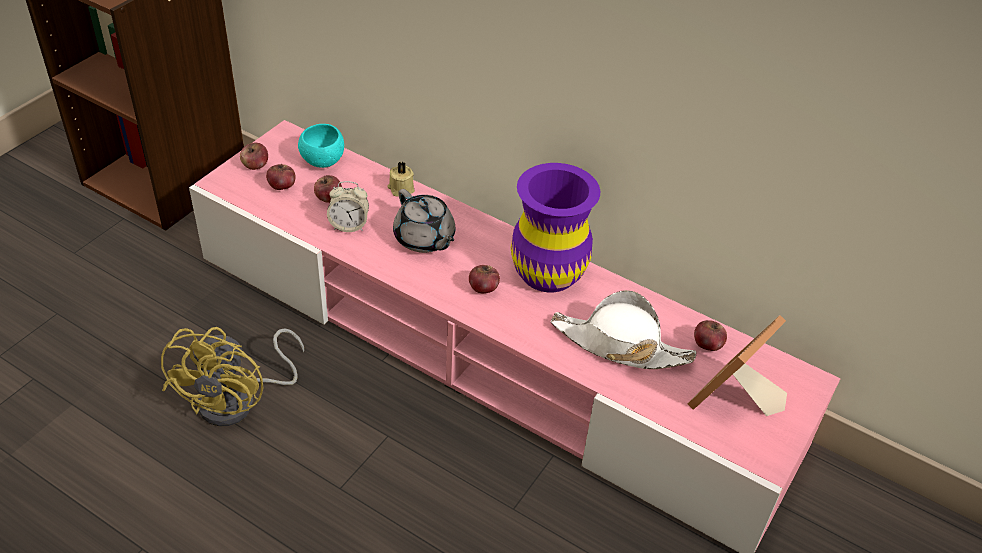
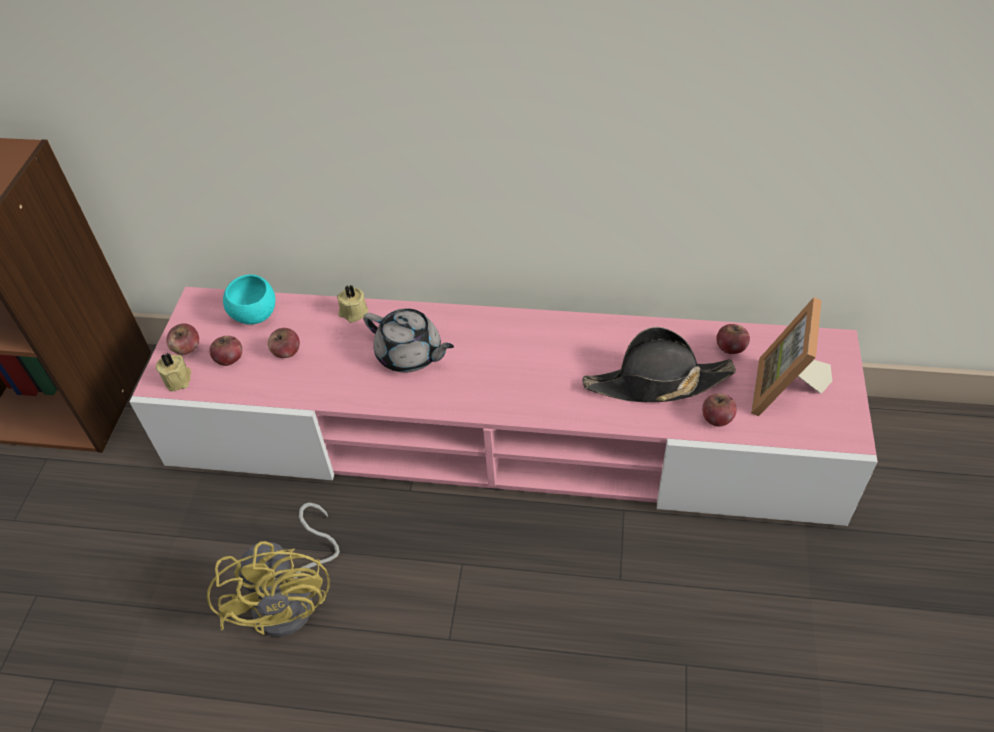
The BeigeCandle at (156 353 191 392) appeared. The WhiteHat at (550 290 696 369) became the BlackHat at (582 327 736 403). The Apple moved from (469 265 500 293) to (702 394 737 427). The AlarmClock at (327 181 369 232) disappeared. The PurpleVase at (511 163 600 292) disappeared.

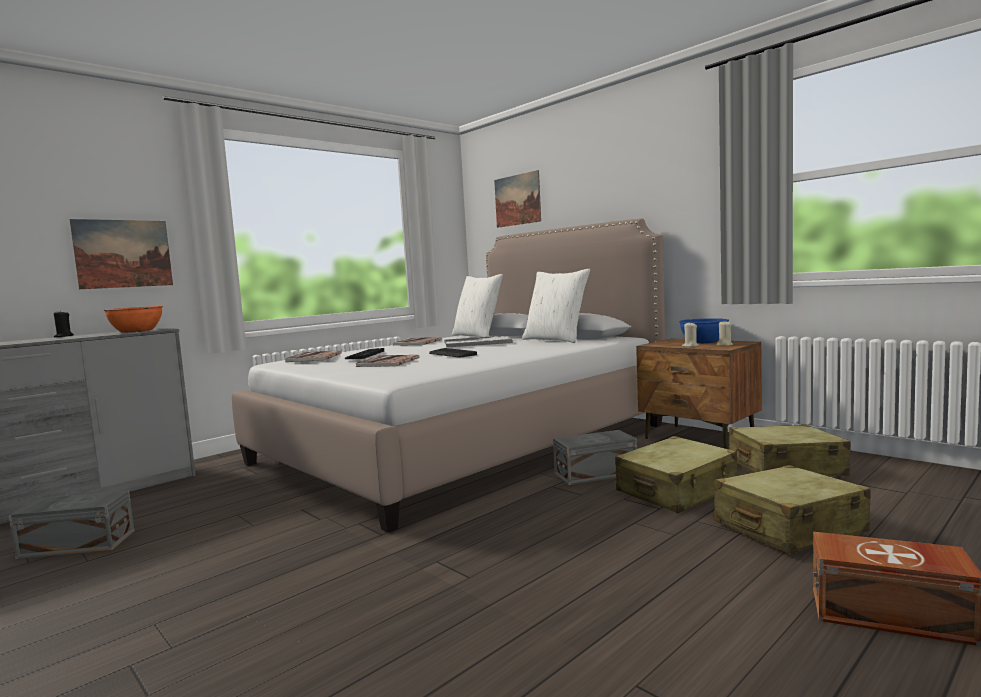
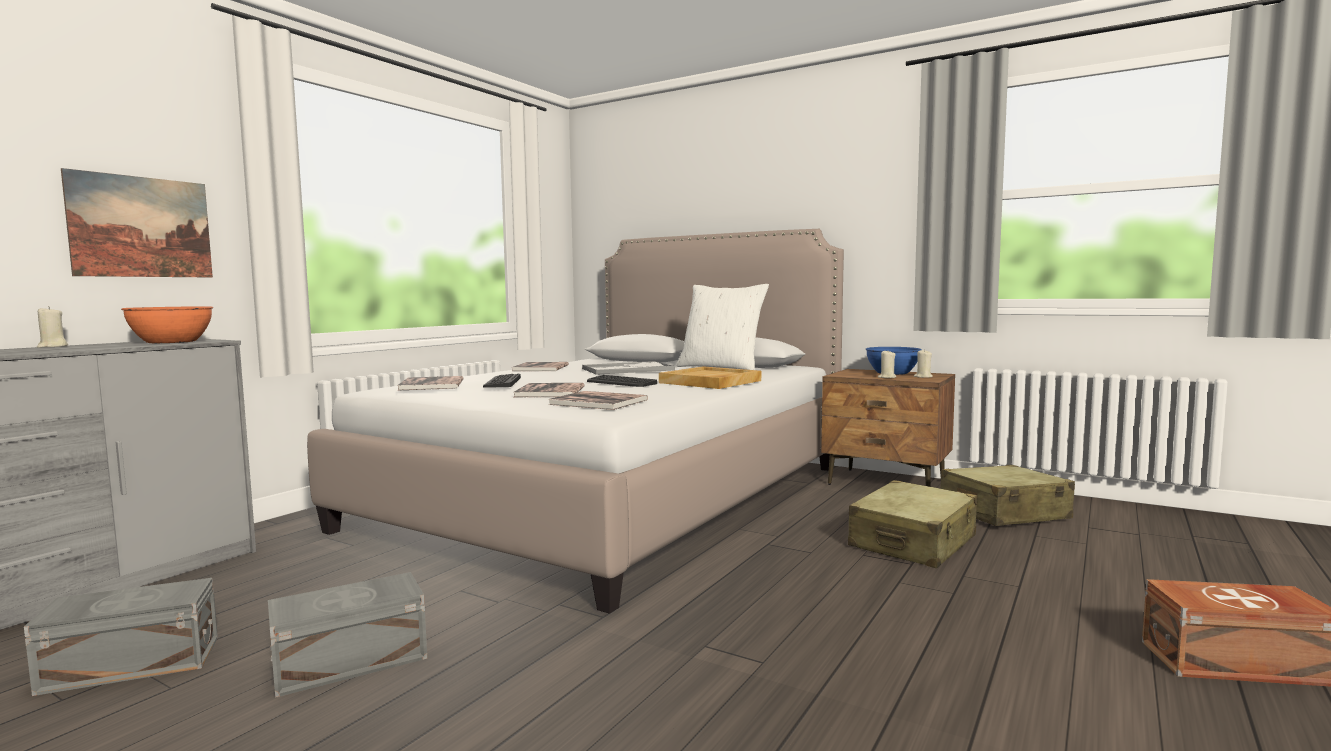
The BlackCandle at (54 310 74 337) became the BeigeCandle at (37 306 68 348). The GreyStorageBox moved from (553 430 637 485) to (268 572 427 698). The Book at (548 391 648 410) appeared. The BeigeTray at (659 366 761 389) appeared. The WhitePillow at (452 274 503 337) disappeared. The Picture at (494 170 541 228) disappeared. The BeigeSuitcase at (714 465 871 554) disappeared.

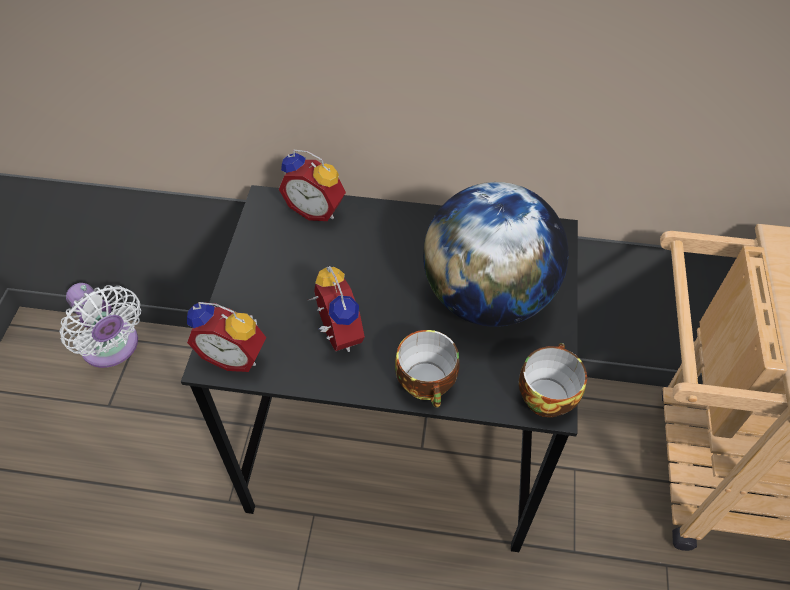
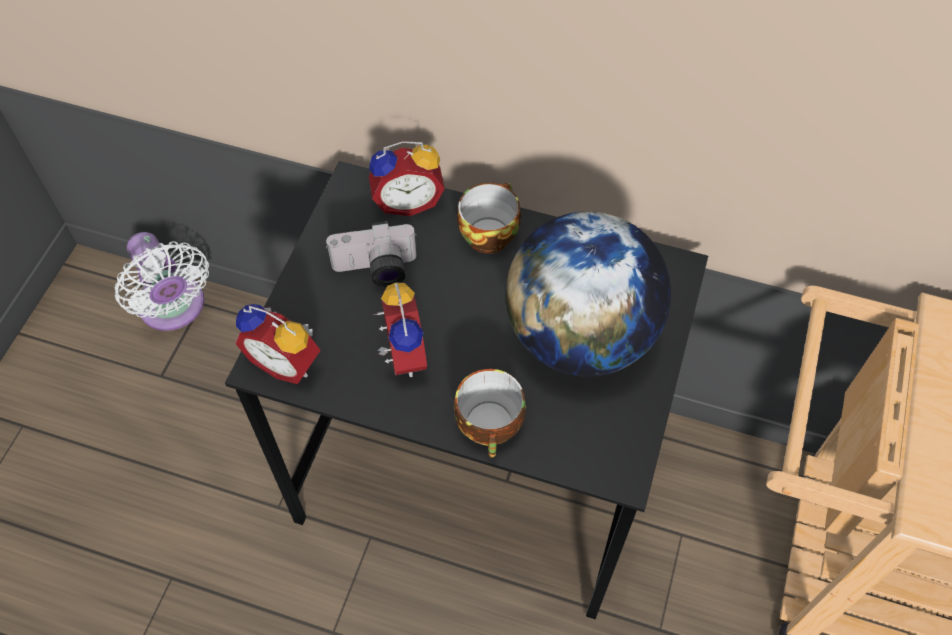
The PhotoCamera at (326 221 417 287) appeared. The AlarmClock at (279 150 346 221) turned 45 degrees counterclockwise. The Cup moved from (519 343 587 417) to (457 182 521 254).

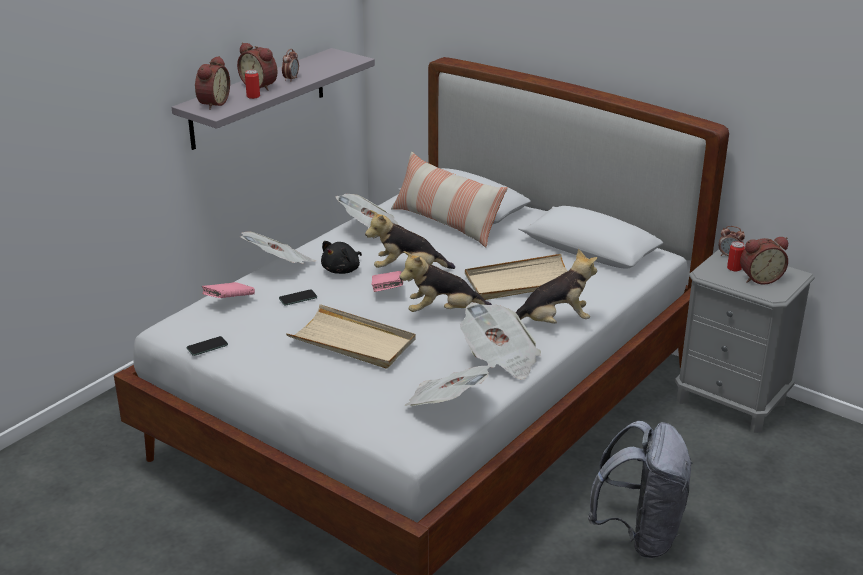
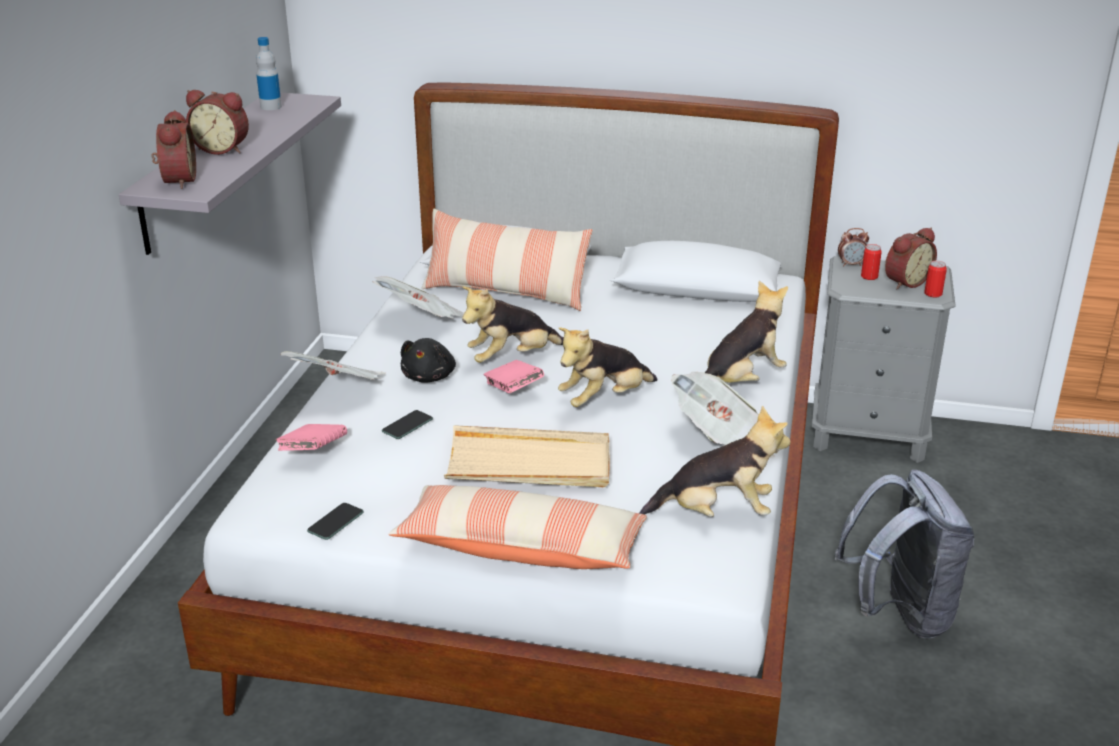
The Bottle at (256 37 282 110) appeared. The Pillow at (388 485 647 569) appeared. The Newspaper at (404 365 491 406) was replaced by the PlushToy at (639 406 790 517). The Can moved from (245 70 260 99) to (924 261 947 298). The AlarmClock at (282 49 299 82) disappeared. The BeigeTray at (465 254 567 300) disappeared.

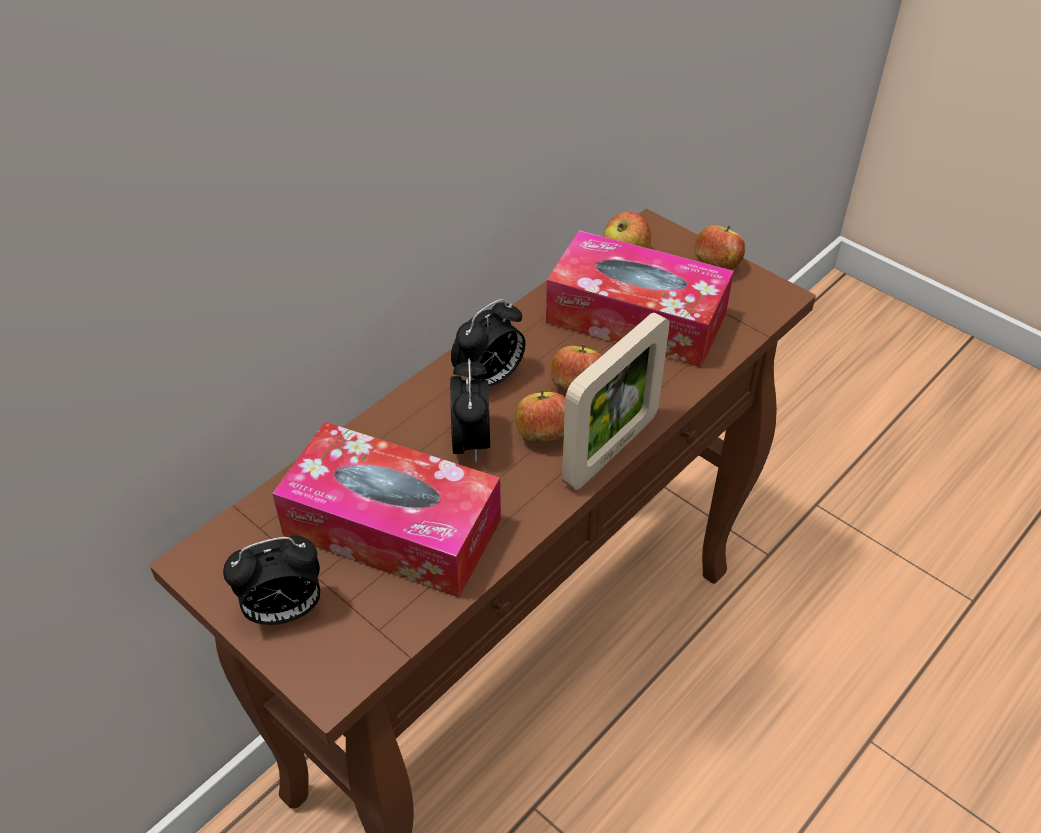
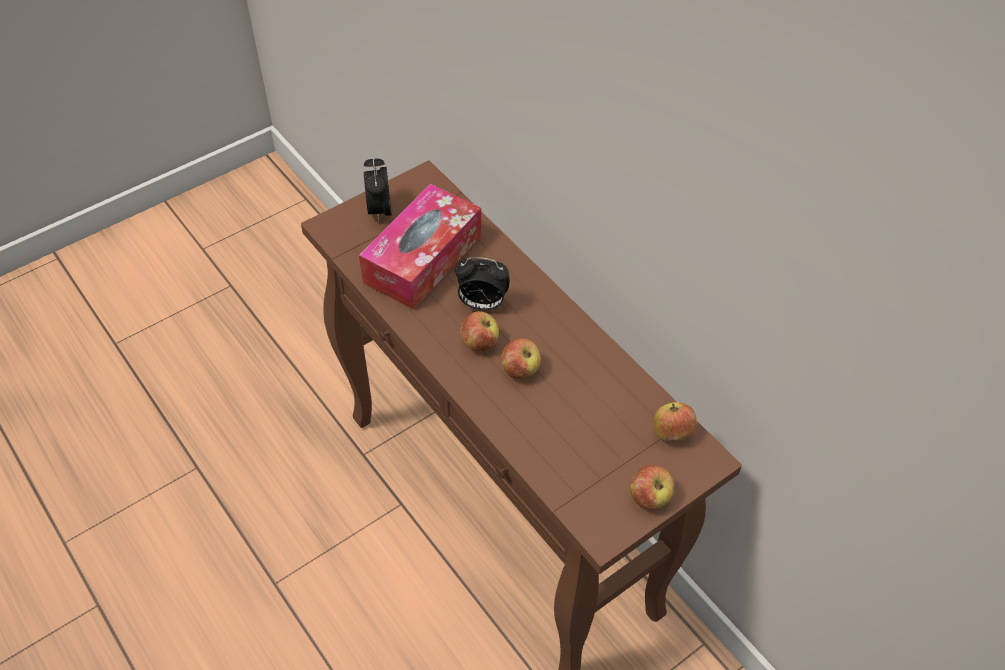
The AlarmClock at (451 299 525 386) disappeared. The TissueBox at (546 230 734 368) disappeared. The PictureFrame at (562 312 669 490) disappeared.

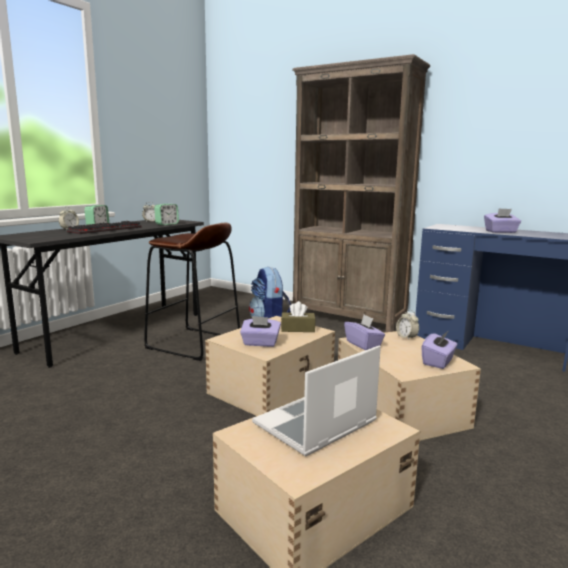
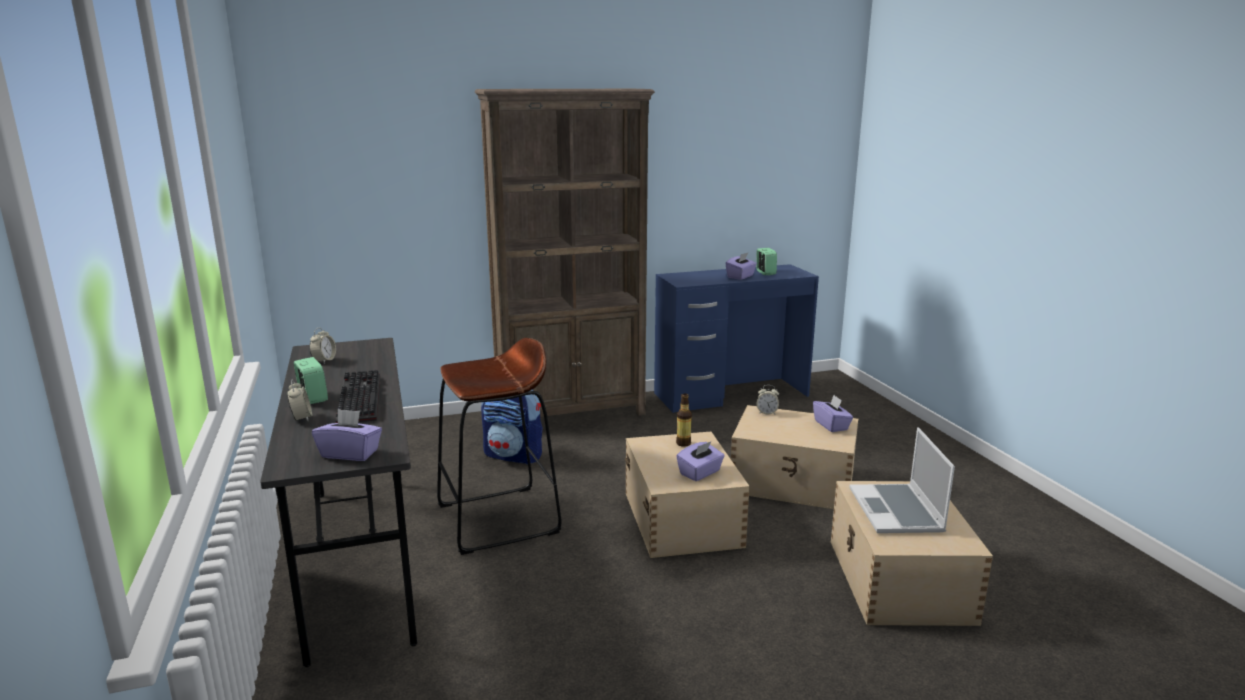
The PurpleTissueBox moved from (344 314 385 350) to (312 409 382 461). The BrownTissueBox at (281 301 316 332) was replaced by the Bottle at (676 393 692 447). The AlarmClock moved from (154 204 179 225) to (756 248 777 275).

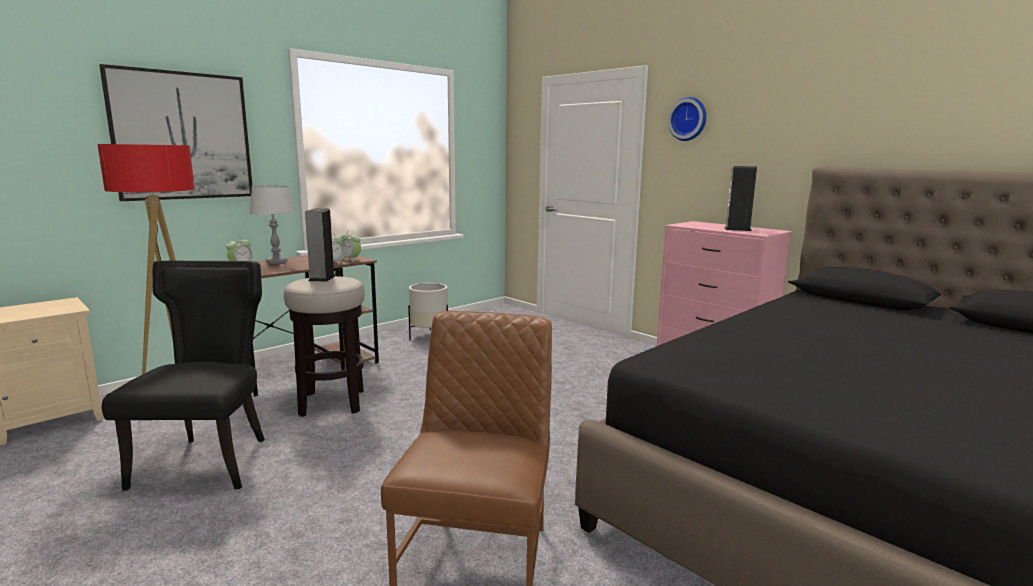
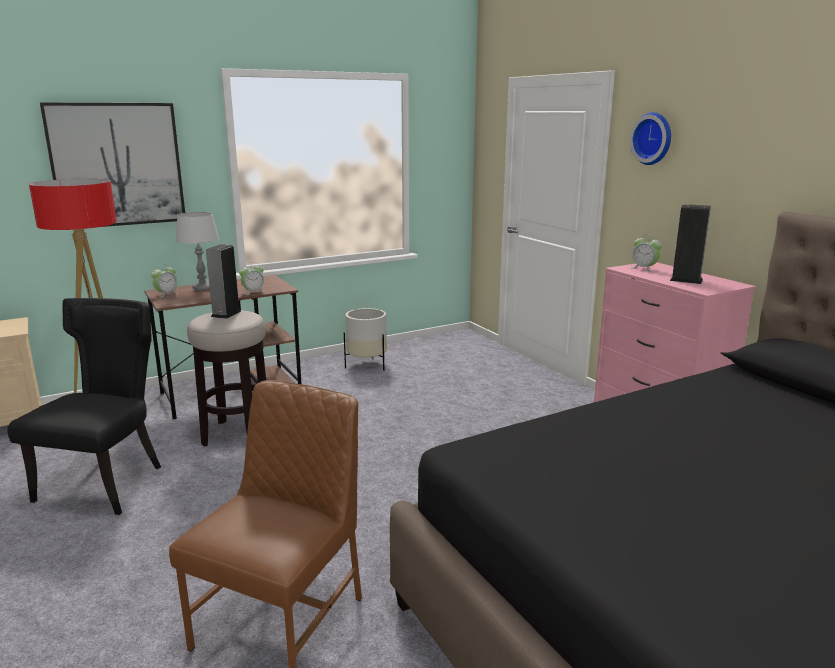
The AlarmClock moved from (340 231 361 262) to (632 234 662 272).

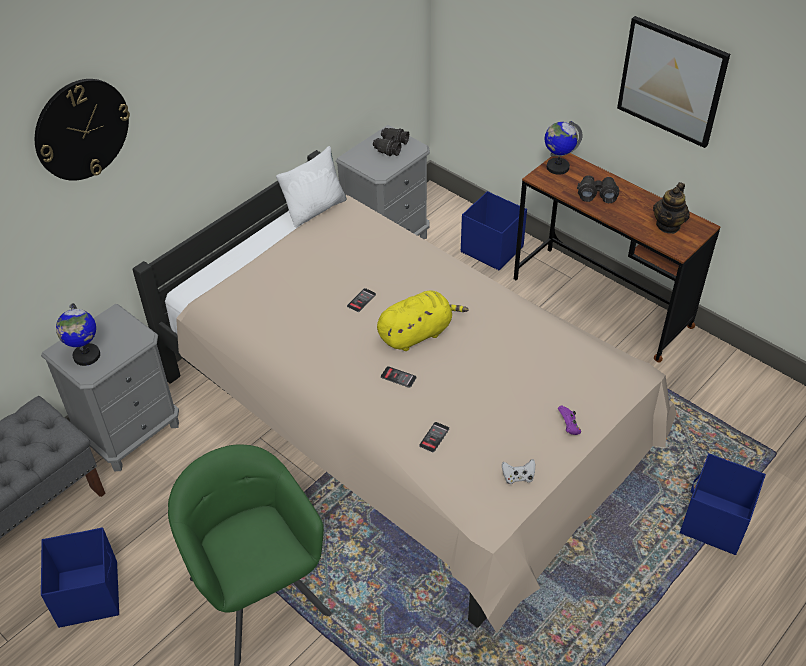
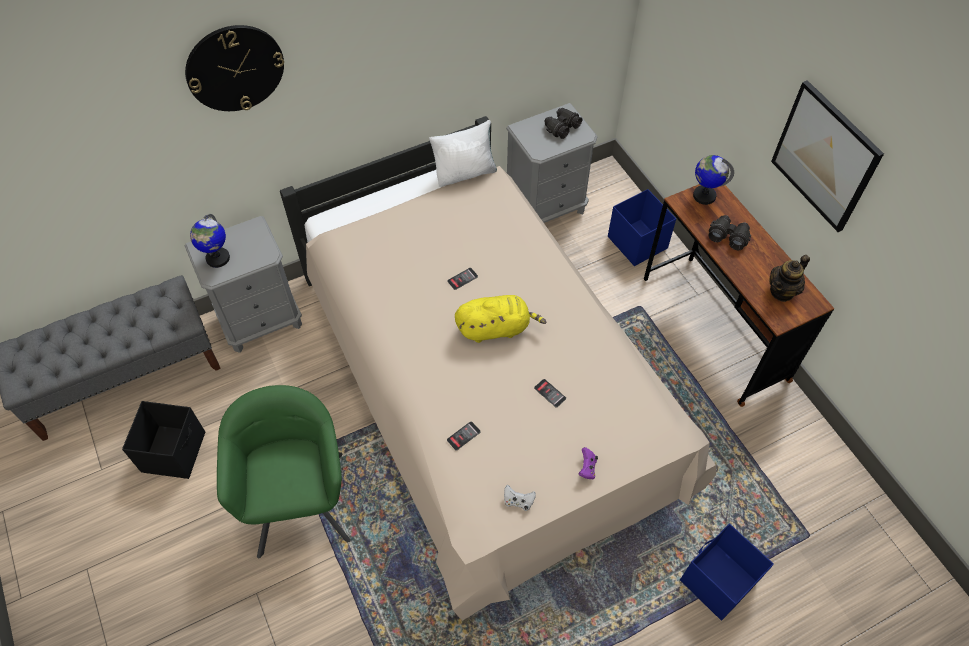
The BlueStorageBox at (41 527 119 628) became the BlackStorageBox at (122 401 205 479). The Phone moved from (381 366 417 388) to (534 379 566 408).

